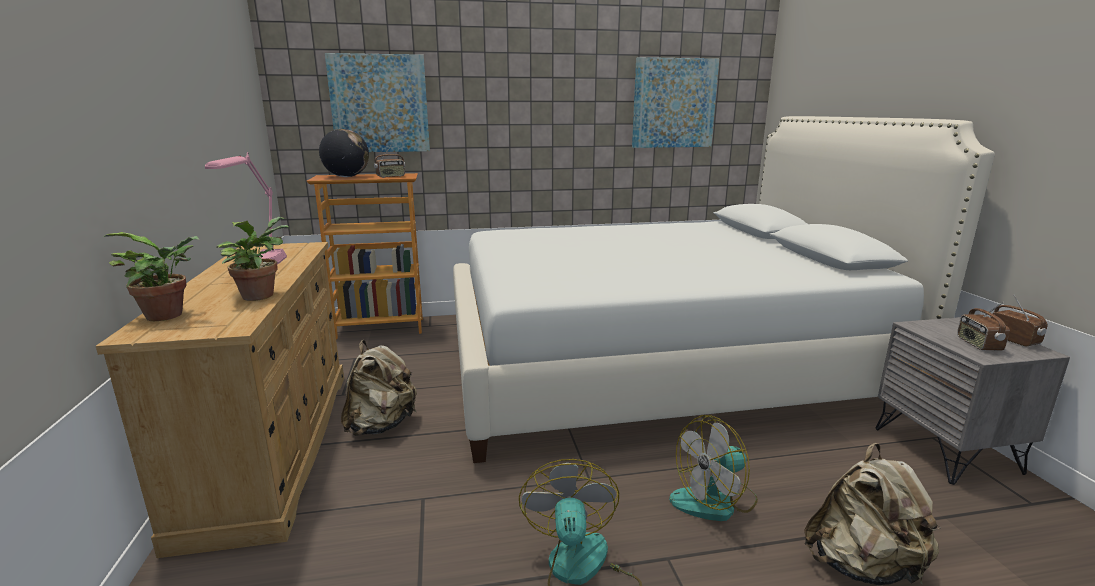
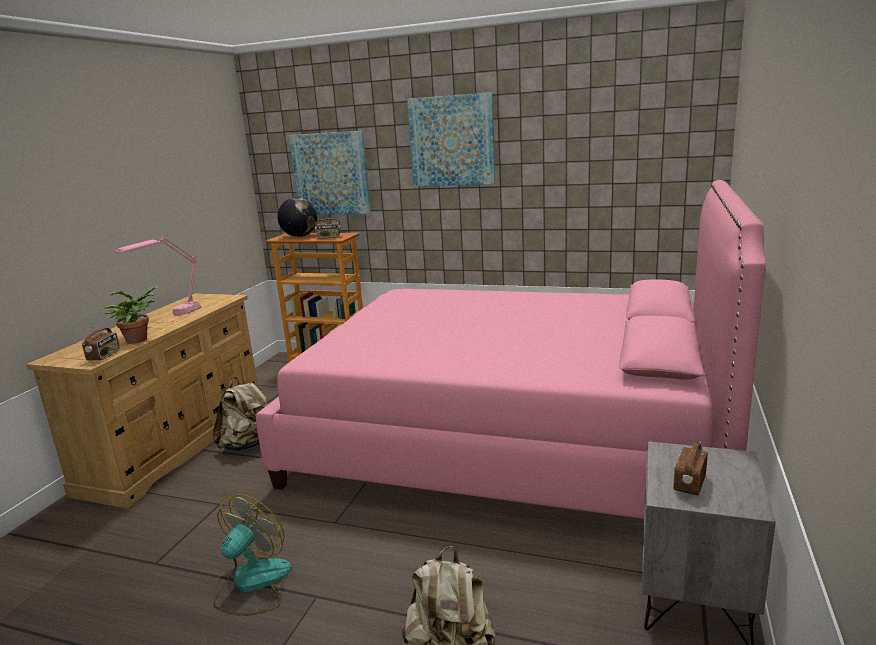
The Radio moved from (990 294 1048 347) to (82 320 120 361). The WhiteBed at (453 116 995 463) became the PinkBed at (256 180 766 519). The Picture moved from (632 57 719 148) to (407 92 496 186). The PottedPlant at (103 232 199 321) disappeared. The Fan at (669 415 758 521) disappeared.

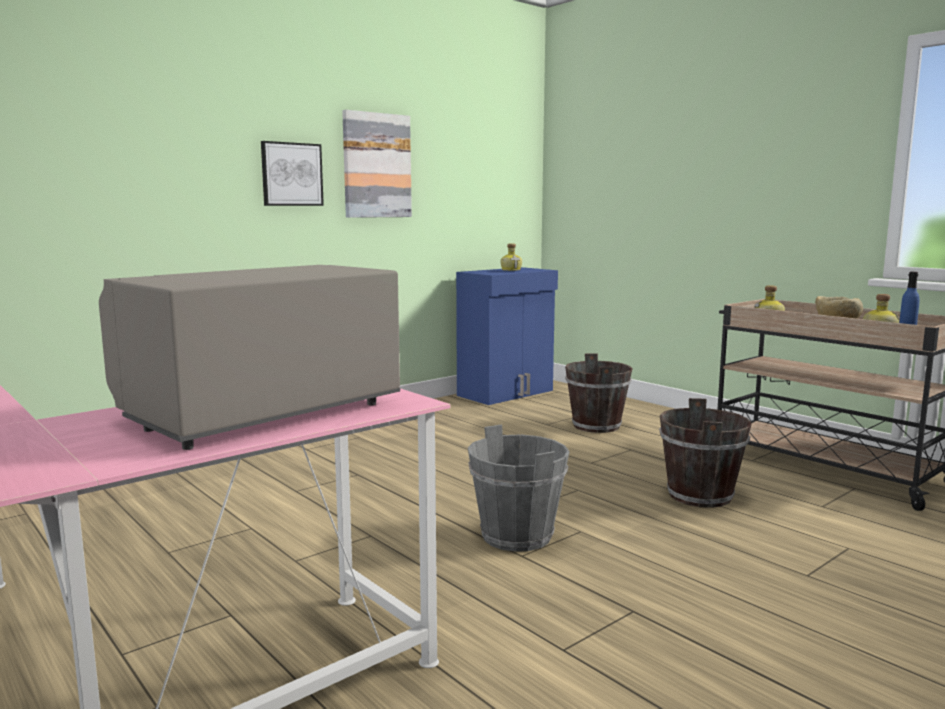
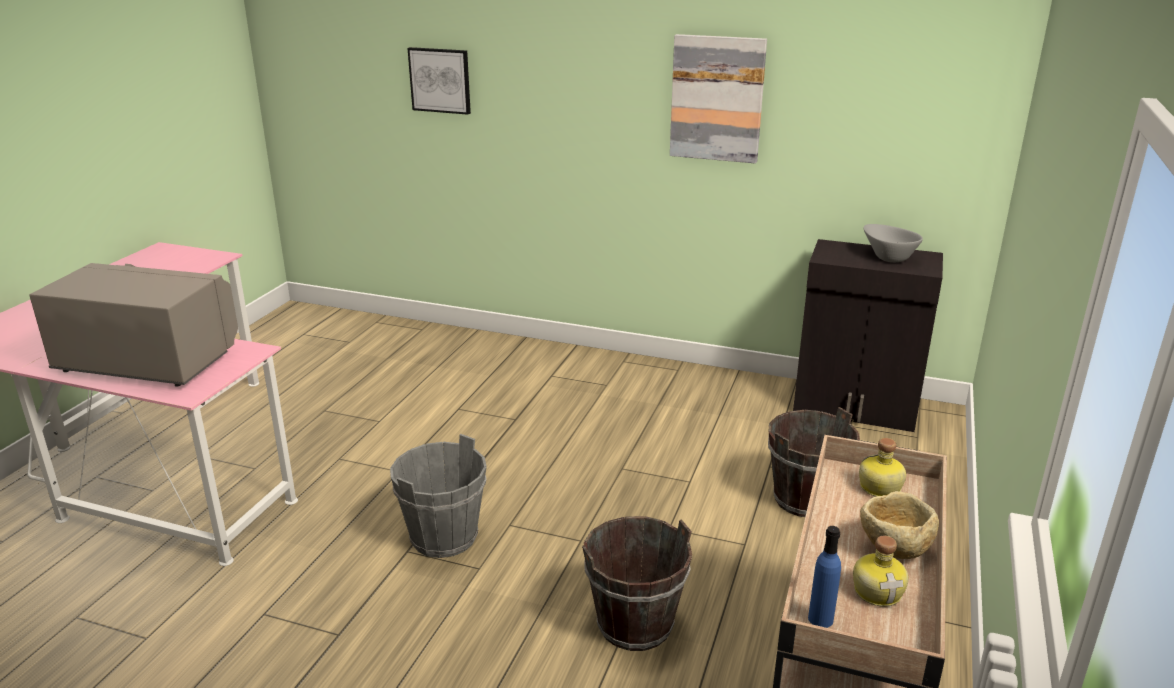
The Picture moved from (261 141 324 206) to (407 47 471 115). The BlueCabinet at (456 267 558 405) became the BlackCabinet at (793 239 943 432). The Bottle at (501 244 522 271) was replaced by the GreyBowl at (864 224 923 262).

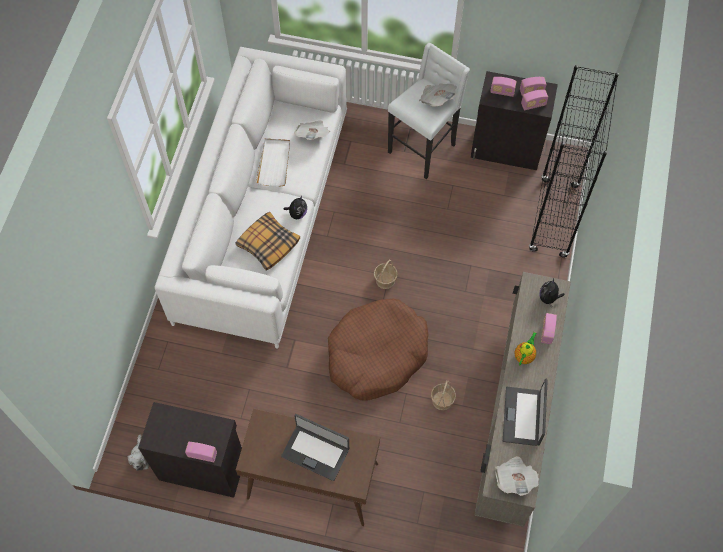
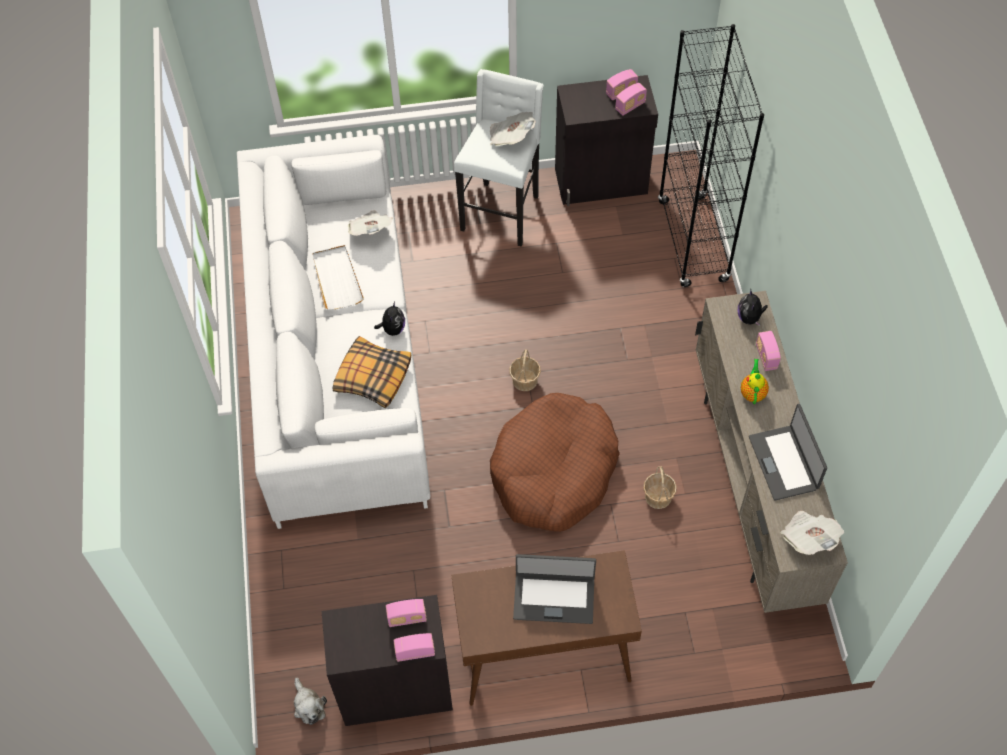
The Radio moved from (490 77 517 97) to (386 599 427 627).

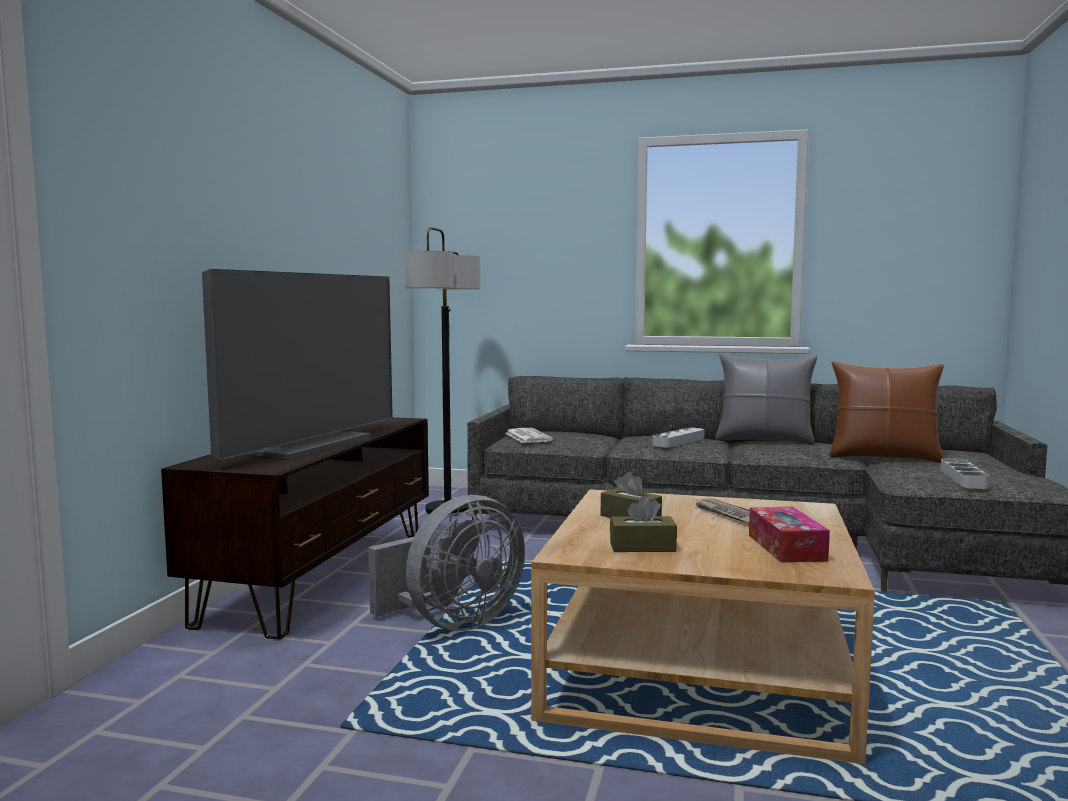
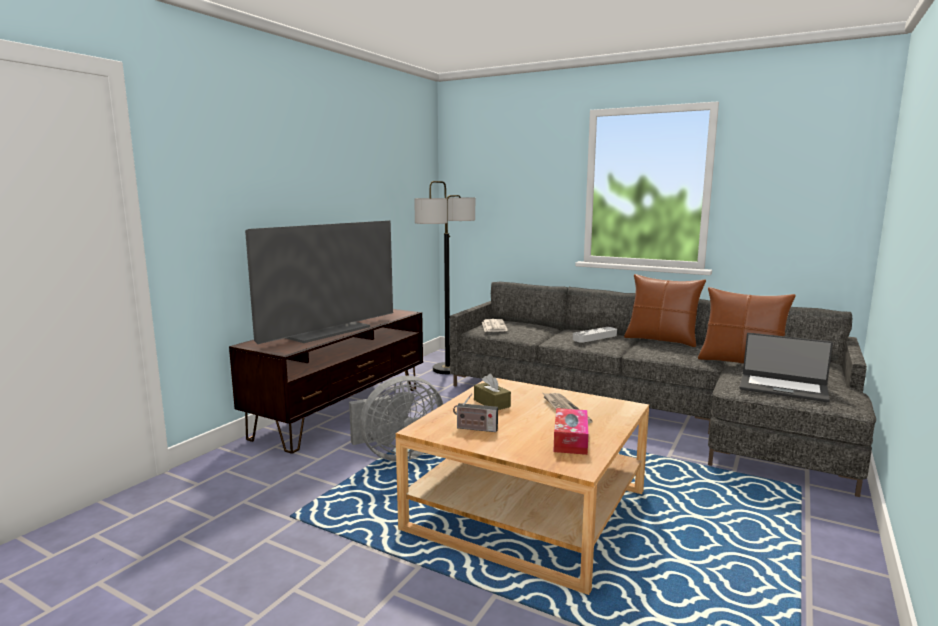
The BrownTissueBox at (610 496 677 552) was replaced by the Radio at (453 393 498 432). The GreyPillow at (715 354 817 445) became the BrownPillow at (624 274 706 347). The GreyTray at (941 458 989 489) was replaced by the Laptop at (740 333 833 402).

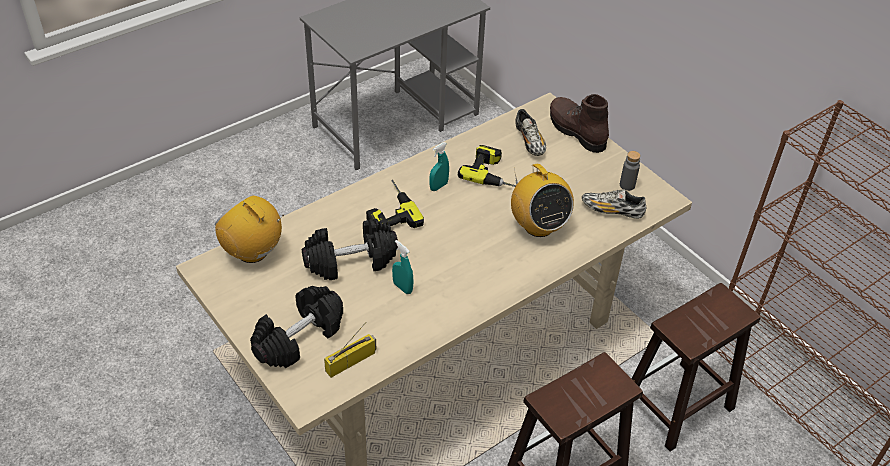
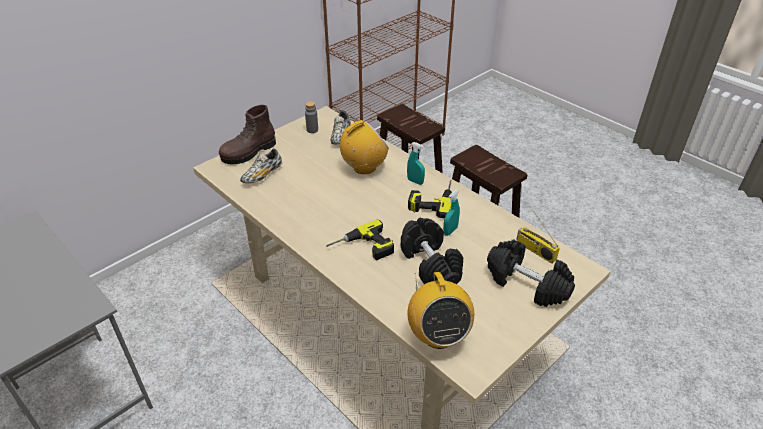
The Shoe at (515 109 546 156) turned 150 degrees clockwise. The TurquoiseSprayBottle moved from (429 142 449 191) to (407 142 425 185). The PowerDrill moved from (458 145 516 187) to (408 180 452 219). The Radio at (215 195 284 263) turned 45 degrees counterclockwise.

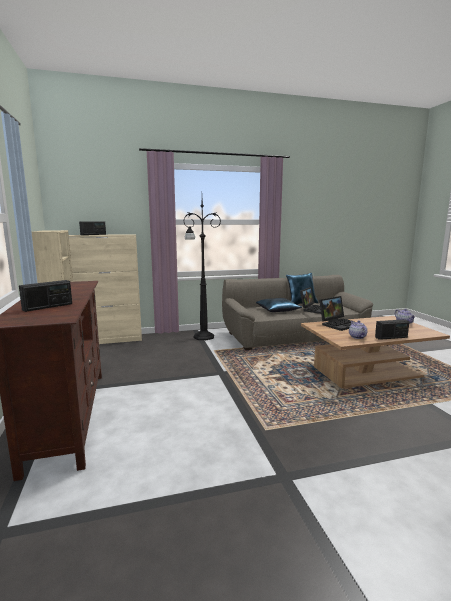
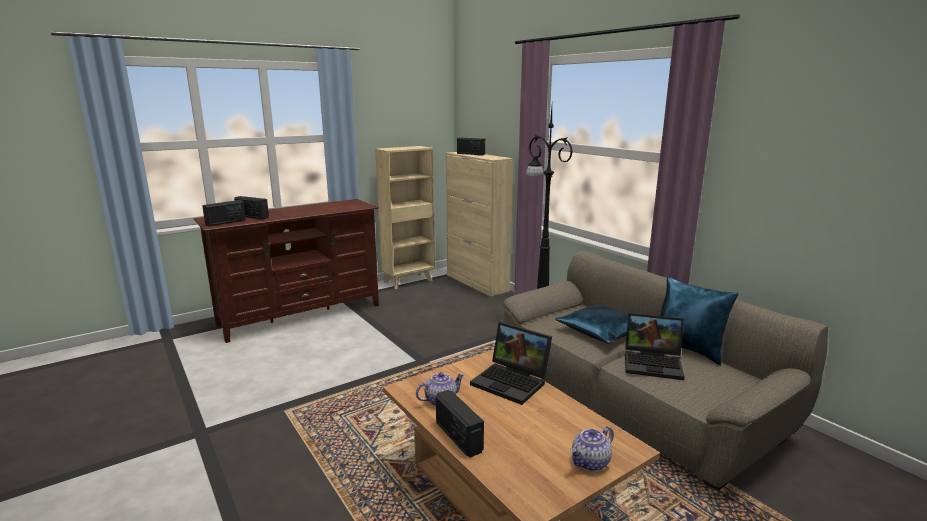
The Radio at (202 200 246 226) appeared.

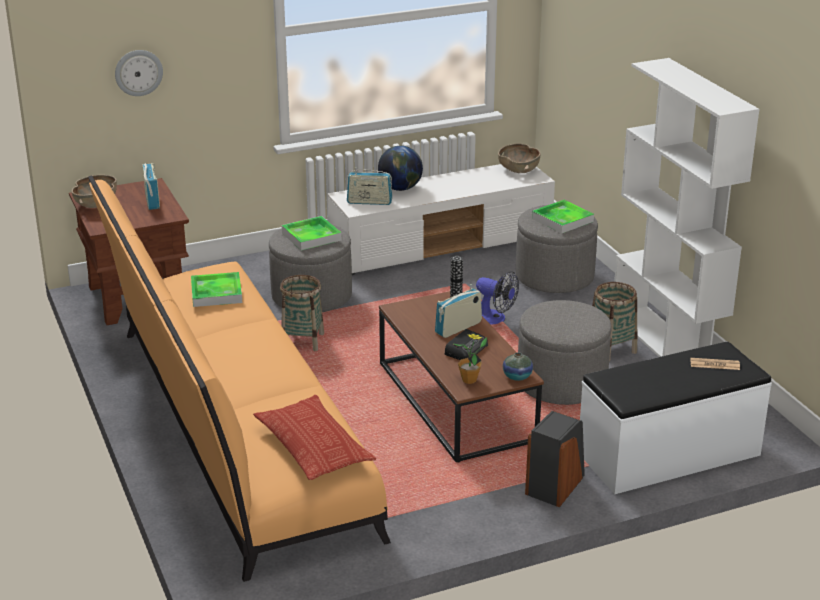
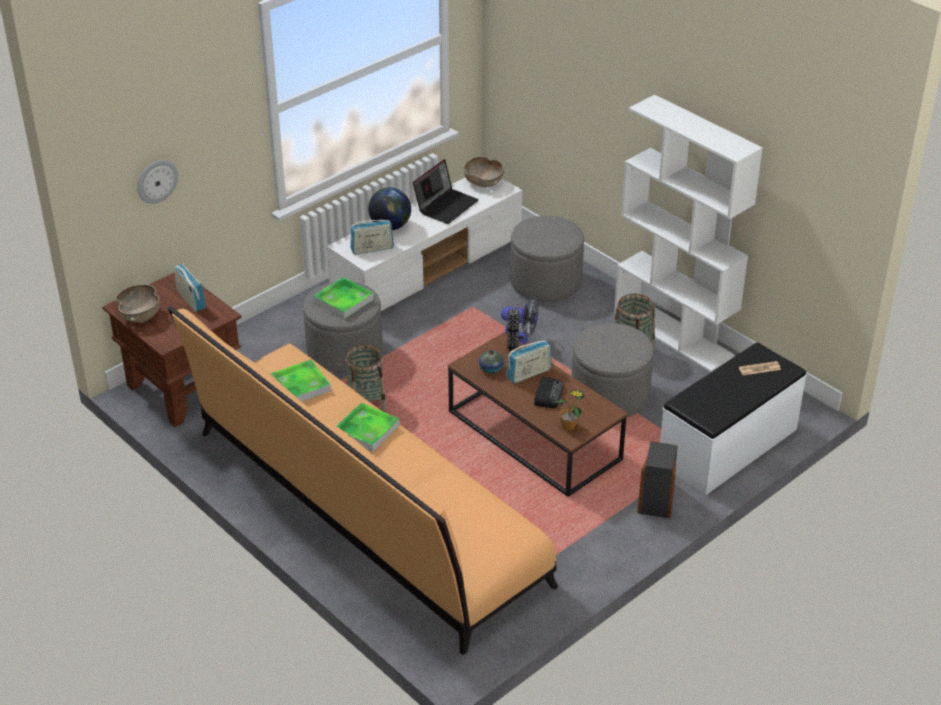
The Tray moved from (532 200 594 234) to (337 403 400 452). The Laptop at (413 159 479 224) appeared. The Vase moved from (503 352 533 381) to (479 350 504 374). The Radio at (435 284 482 338) turned 150 degrees counterclockwise. The Pillow at (253 395 376 480) disappeared.

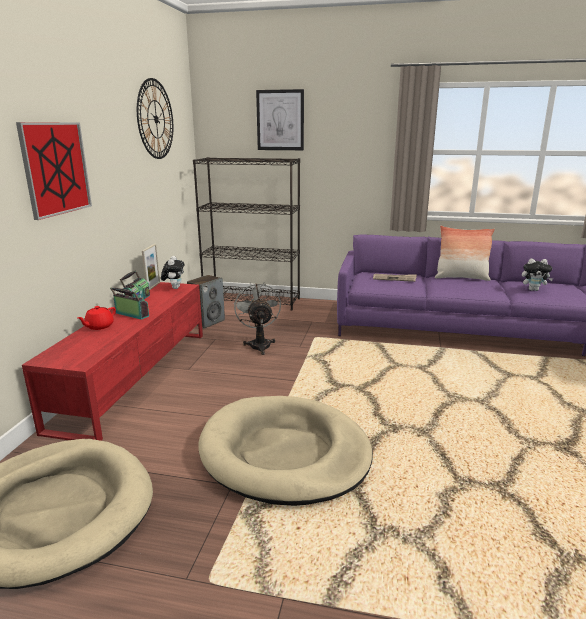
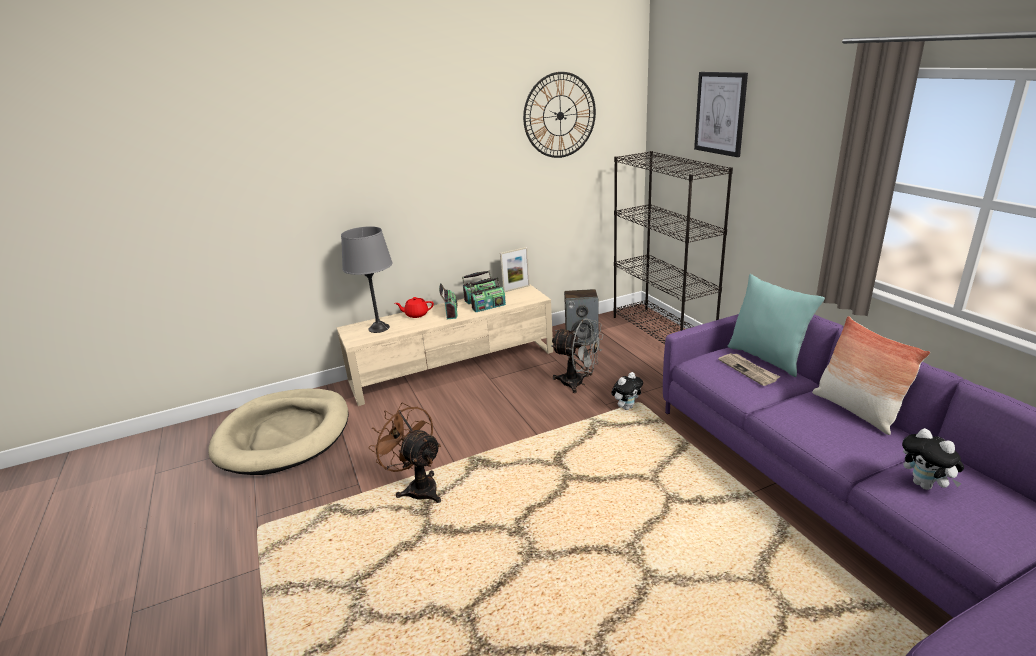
The RedTvStand at (22 282 203 441) became the BeigeTvStand at (337 285 553 406). The GreyTableLamp at (341 226 393 333) appeared. The BeigeDogBed at (199 396 373 506) was replaced by the BrownFan at (369 402 441 503). The Radio at (470 277 506 312) appeared. The GreyFan at (234 282 281 355) turned 75 degrees clockwise. The PlushToy moved from (161 256 185 289) to (611 372 643 410). The TurquoisePillow at (728 274 825 377) appeared. The Picture at (16 122 92 220) disappeared.

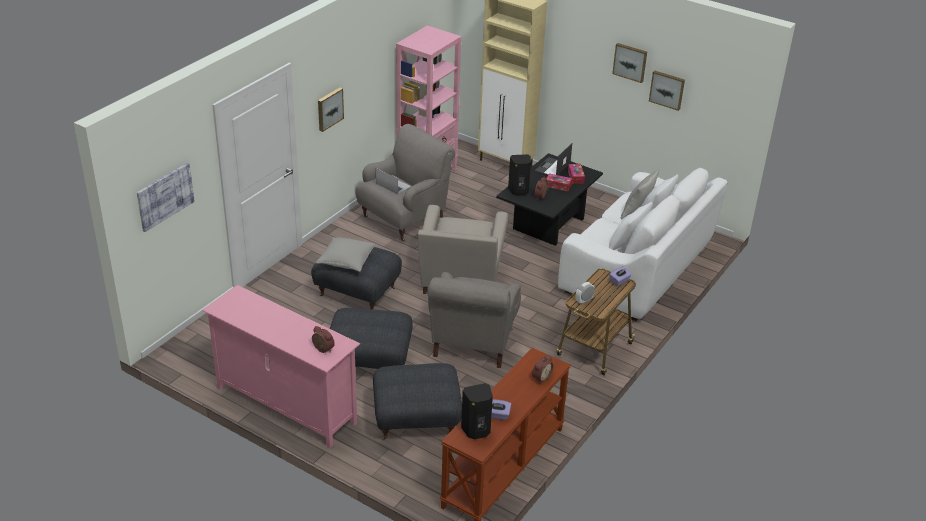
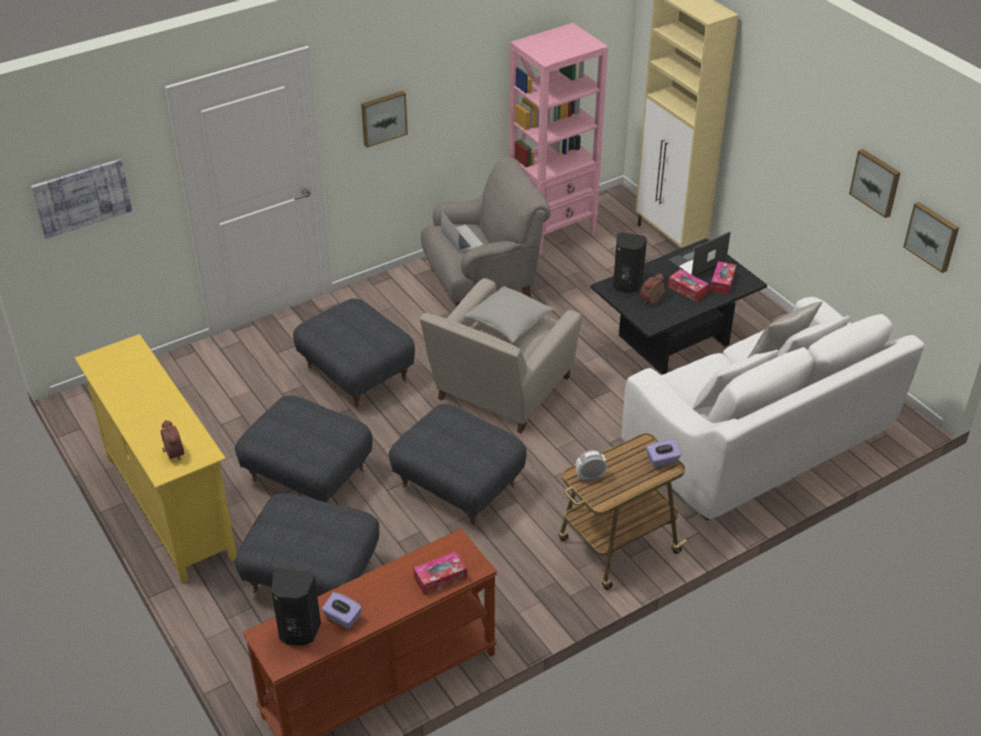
The PinkTvStand at (202 285 360 448) became the YellowTvStand at (75 334 237 583). The GreyArmchair at (427 272 521 368) was replaced by the GreyOttoman at (389 404 527 527). The AlarmClock at (532 355 553 383) was replaced by the TissueBox at (414 552 467 595). The GreyPillow moved from (316 238 377 272) to (463 286 555 343). The Picture moved from (612 43 647 83) to (903 202 959 273).

